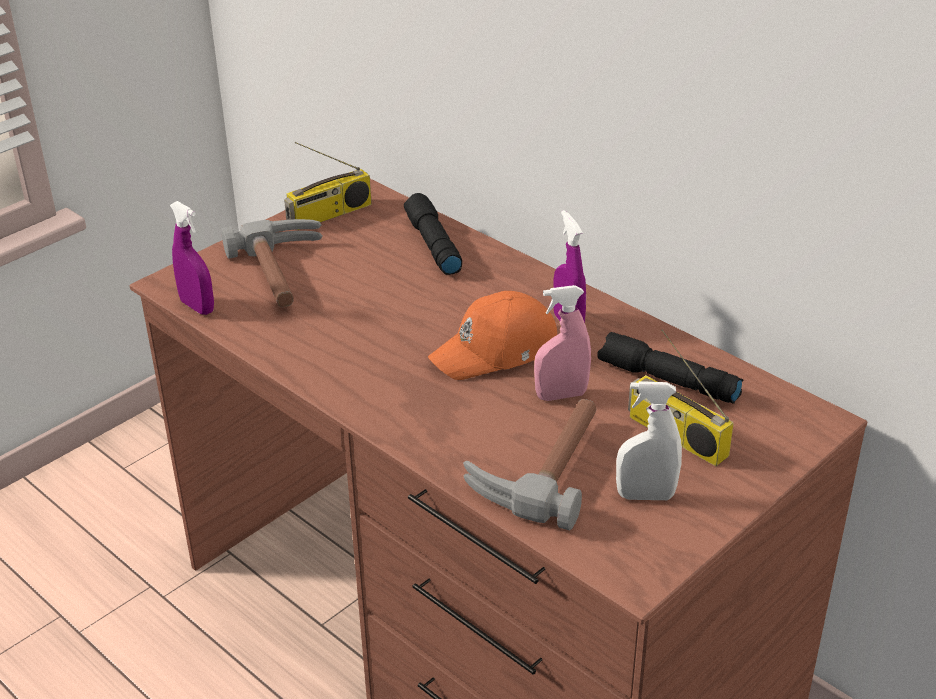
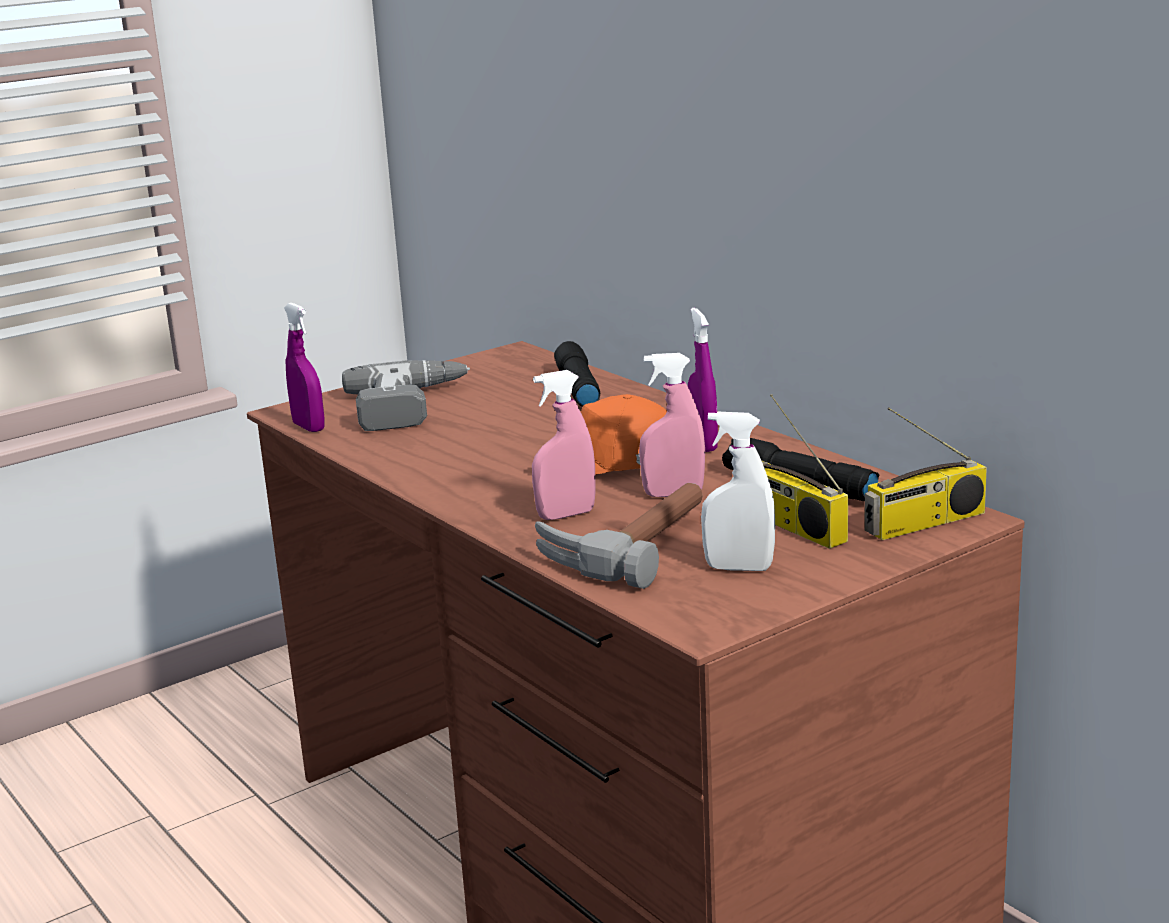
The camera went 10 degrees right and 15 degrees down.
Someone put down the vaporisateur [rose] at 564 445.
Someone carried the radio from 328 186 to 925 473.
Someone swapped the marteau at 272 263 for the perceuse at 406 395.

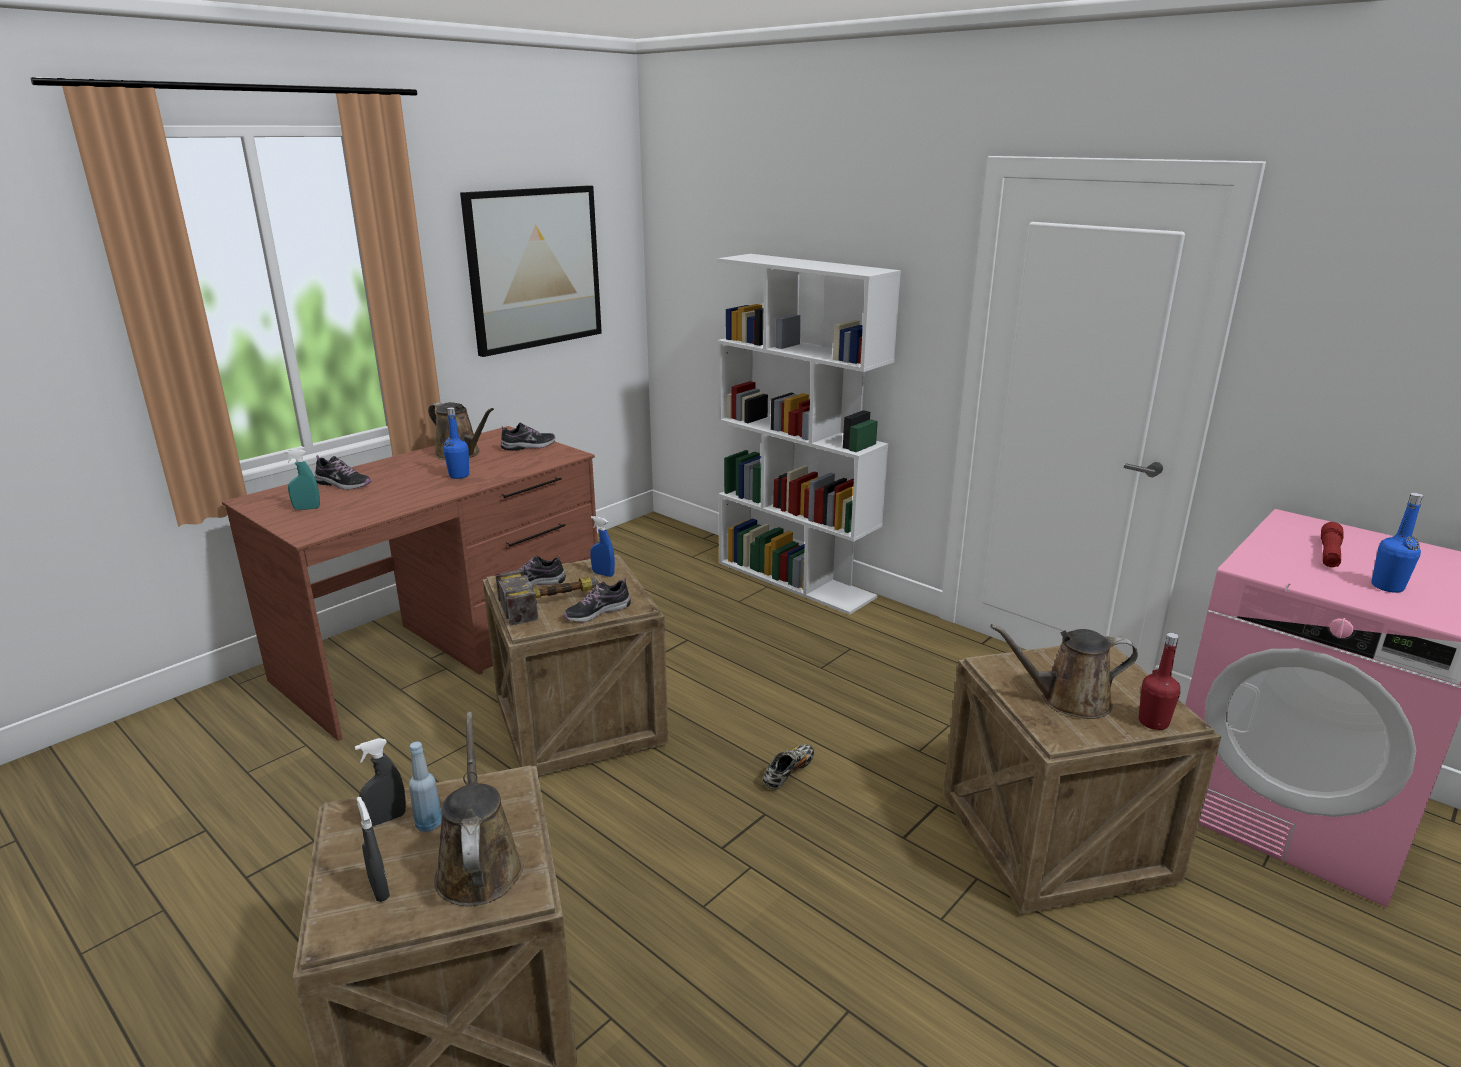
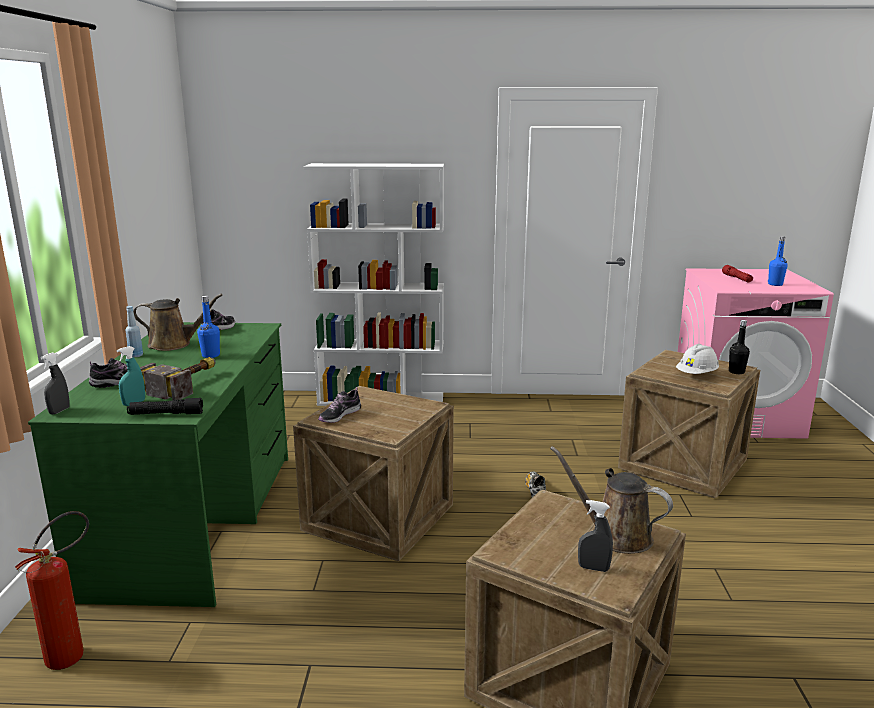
The camera went 40 degrees left and 5 degrees down.
Someone took away the tableau at 531 271.
Someone took away the chaussure at 597 600.
Someone took away the vaporisateur [bleu] at 602 546.
Someone put down the extincteur at 52 590.
Someone put down the lampe de poche [noir] at 165 406.
Someone carried the vaporisateur [gris] from 380 782 to 55 383.
Someone carried the bouteille [bleu] from 425 787 to 134 331.
Someone carried the marteau from 546 597 to 178 378.
Someone swapped the arrosoir [marron] at 1064 671 for the casque de chantier [blanc] at 697 359.
Someone repainted the bureau [marron] at 410 583, which became the bureau [vert] at 158 464.
Someone repainted the bouteille [rouge] at 1159 681, which became the bouteille [noir] at 739 347.

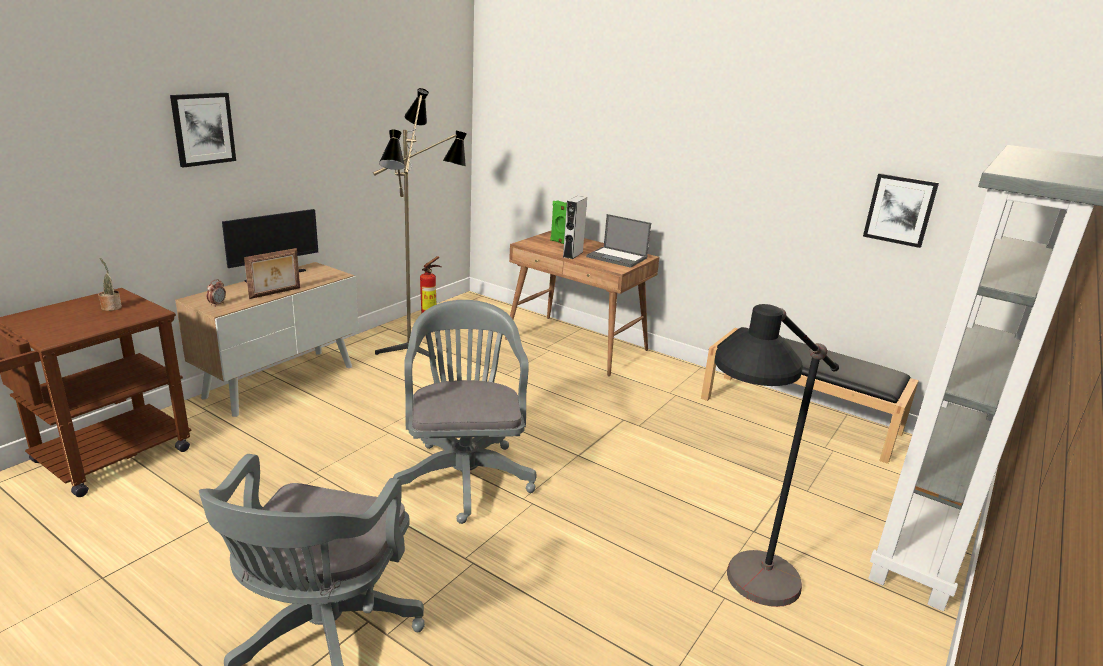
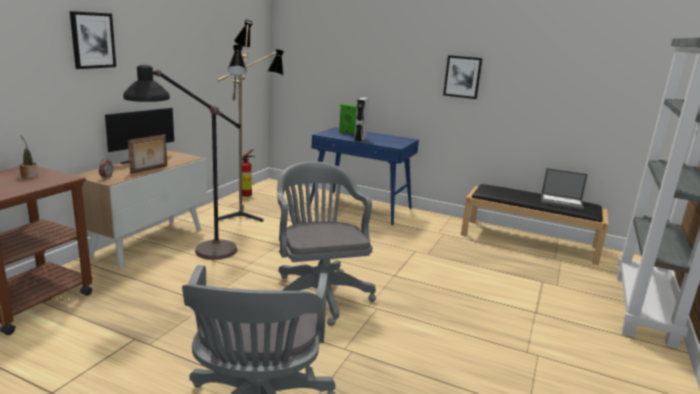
The camera went 10 degrees left and 5 degrees down.
Someone carried the ordinateur portable from 618 241 to 564 189.
Someone carried the lampadaire [noir] from 777 455 to 182 162.
Someone carried the tableau from 901 210 to 463 77.
Someone repainted the bureau [marron] at 582 303, which became the bureau [bleu] at 364 176.

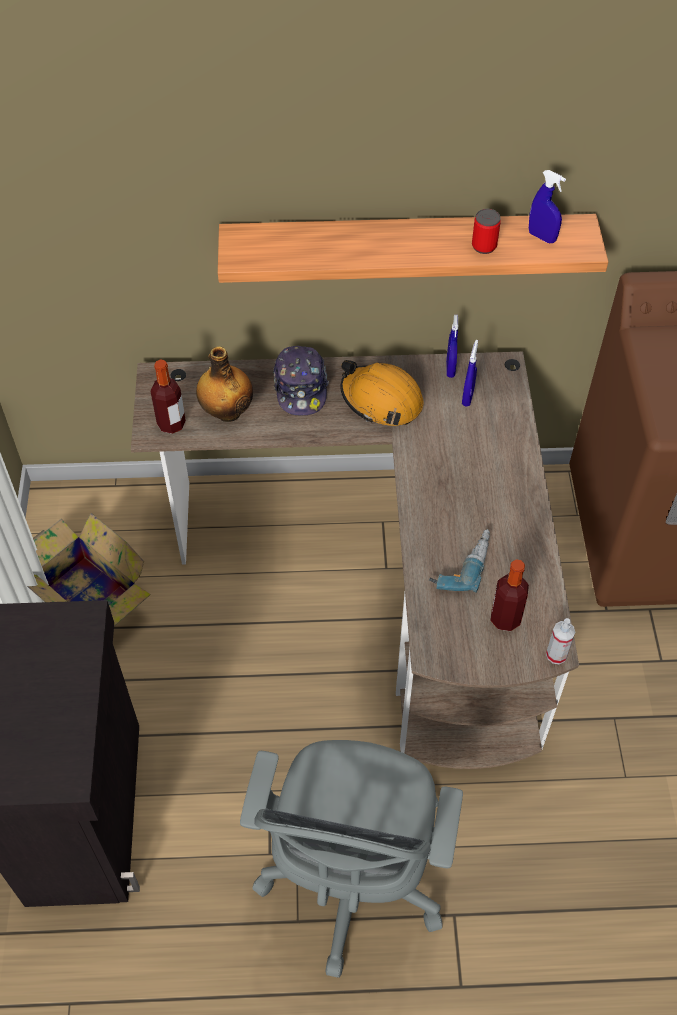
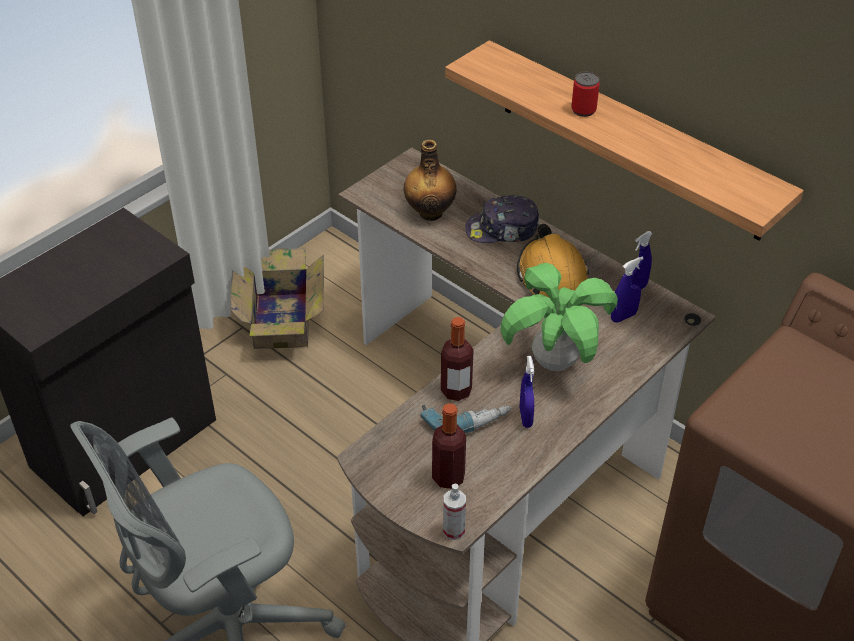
The camera went 45 degrees right and 10 degrees down.
Someone put down the plante en pot at 559 317.
Someone carried the bouteille from 168 396 to 457 359.
Someone carried the boîte métallique from 486 231 to 585 94.
Someone carried the vaporisateur [bleu] from 547 206 to 526 392.
Someone rotated the casquette at 301 380 by 45 degrees clockwise.

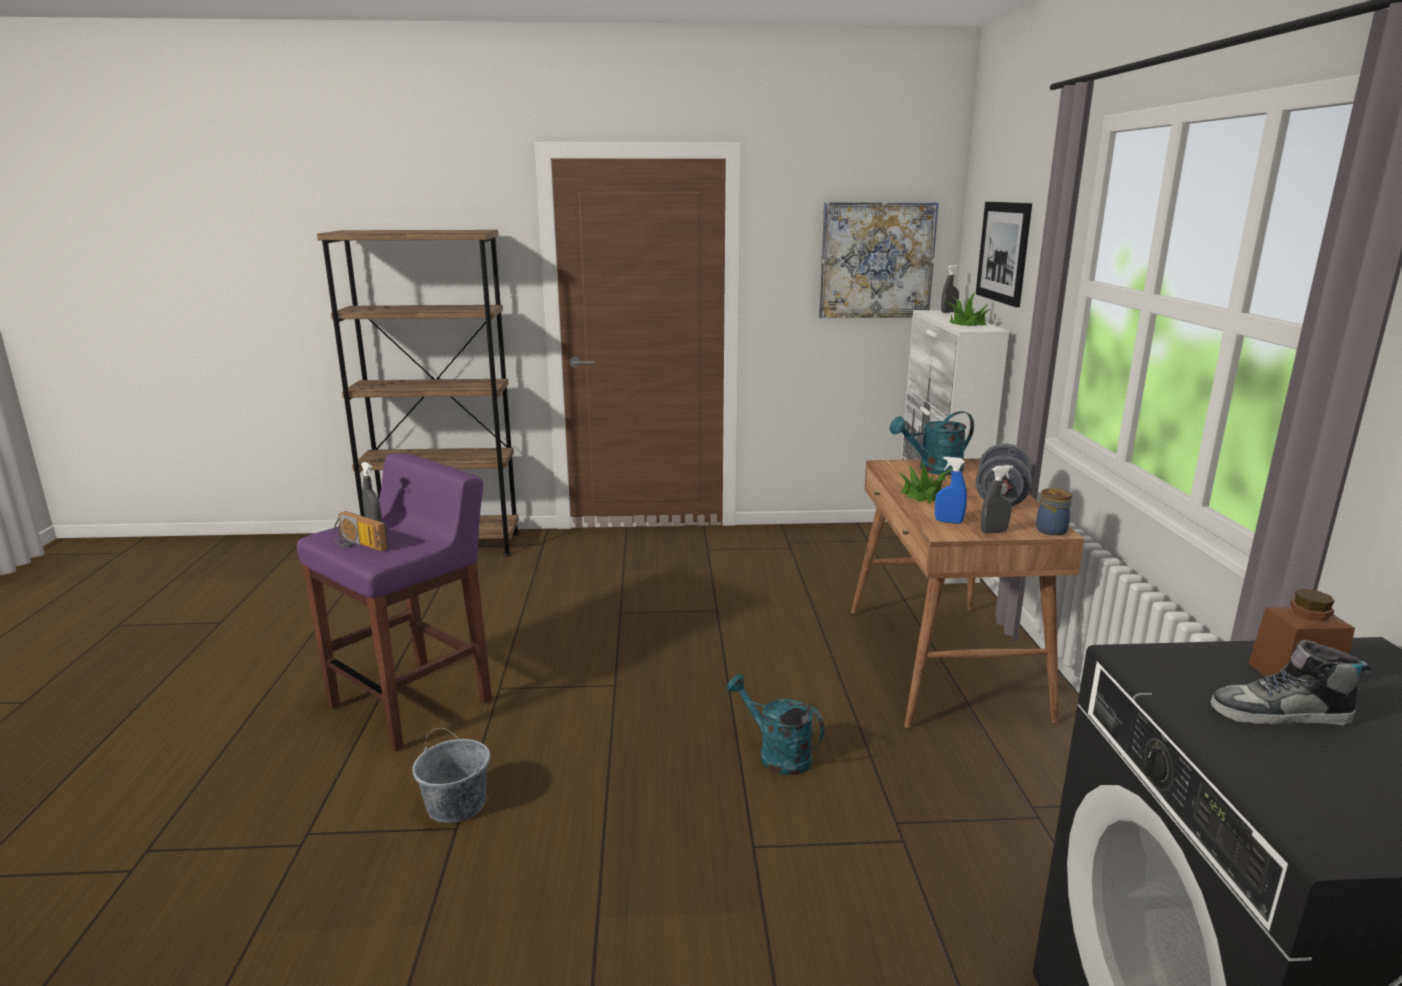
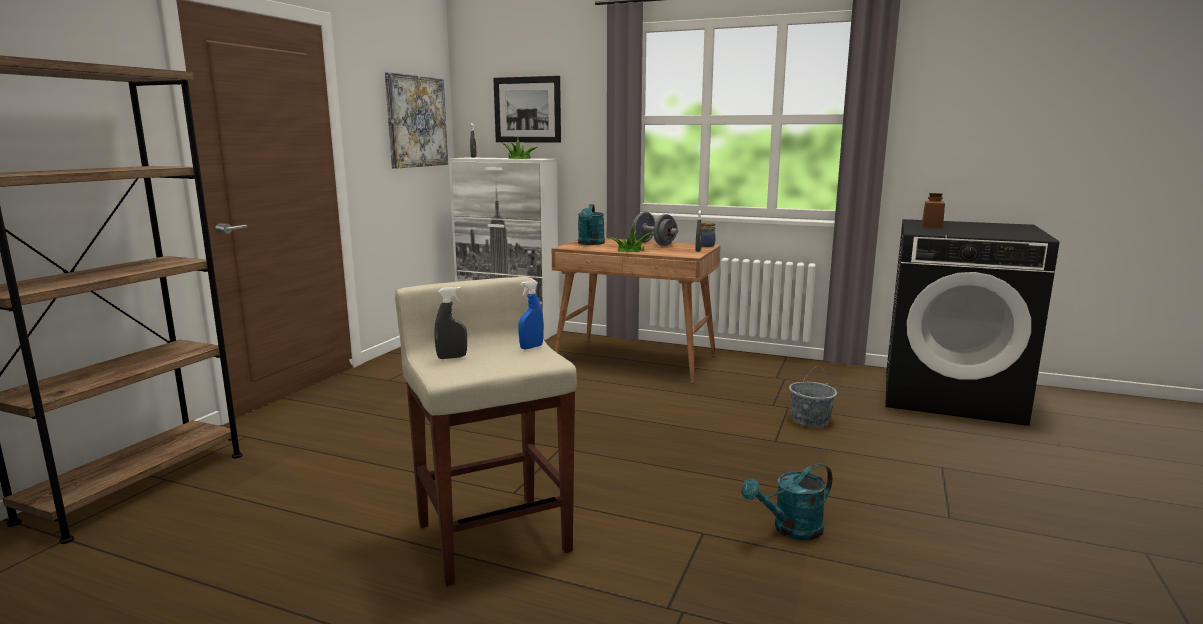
The camera went 65 degrees left and 5 degrees down.
Someone took away the radio at 361 531.
Someone took away the chaussure at 1290 683.
Someone carried the seau [gris] from 451 775 to 813 396.
Someone carried the arrosoir [turquoise] from 776 724 to 786 502.
Someone carried the vaporisateur [bleu] from 951 490 to 531 315.
Someone repainted the tabouret [violet] at 394 602, which became the tabouret [beige] at 486 431.

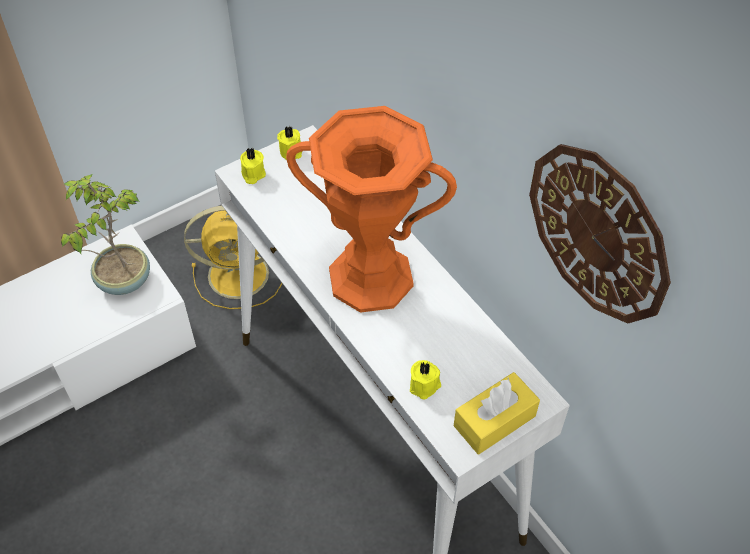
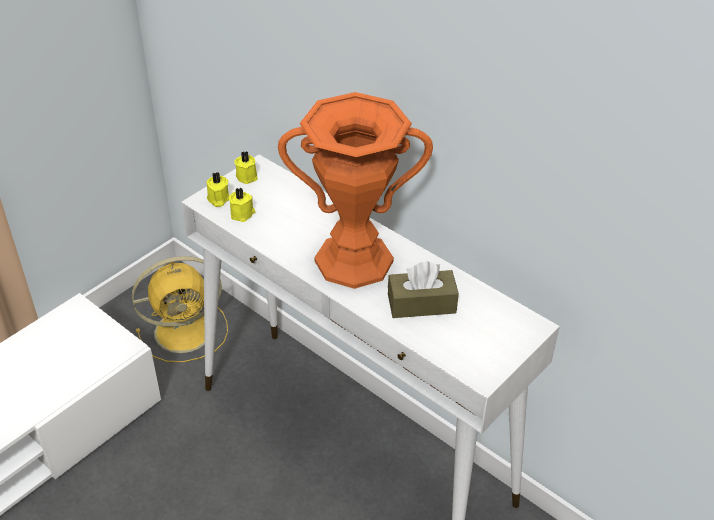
The camera went 15 degrees left and 10 degrees down.
Someone took away the plante en pot at 105 234.
Someone took away the boîte à mouchoirs [jaune] at 497 413.
Someone took away the horloge murale at 600 233.
Someone put down the boîte à mouchoirs [marron] at 423 289.
Someone carried the bougie [jaune] from 425 379 to 242 205.

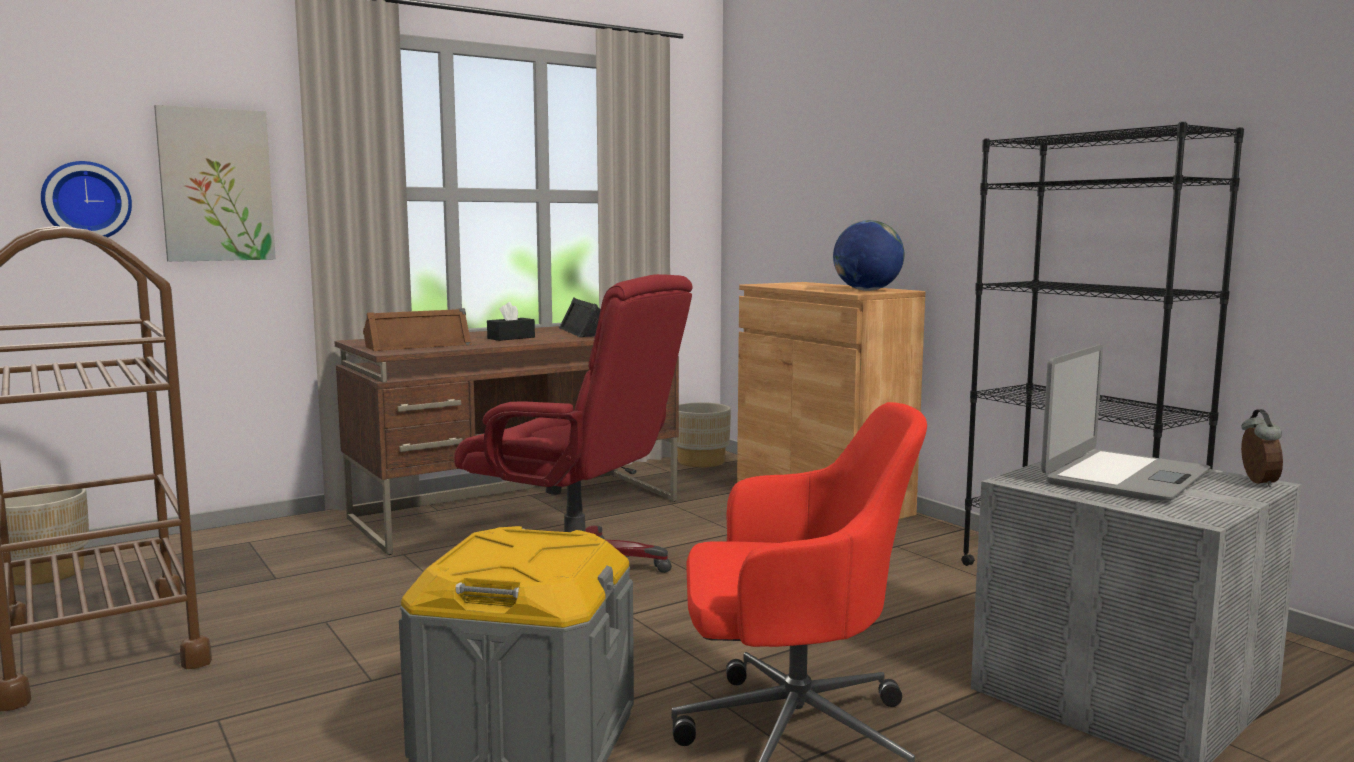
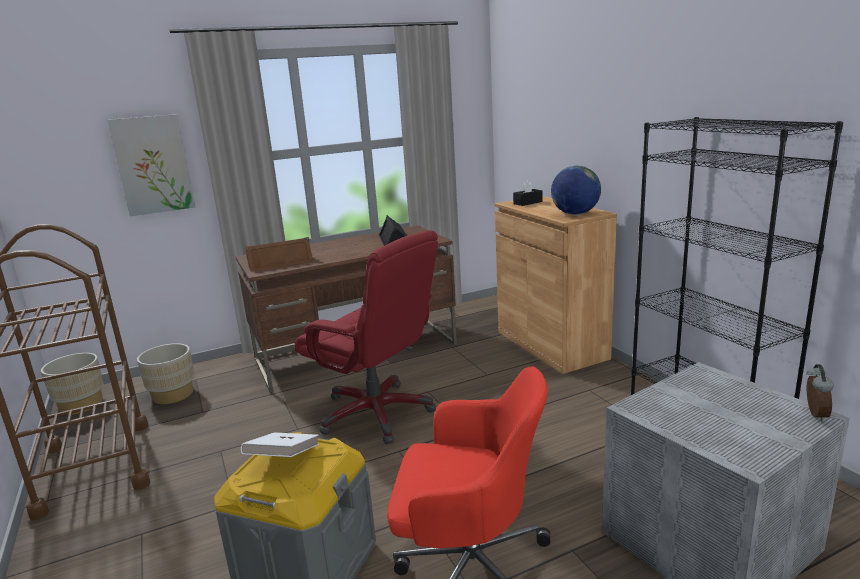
The camera went 10 degrees right and 10 degrees up.
Someone took away the horloge murale at 86 199.
Someone took away the ordinateur portable at 1126 422.
Someone put down the livre [blanc] at 279 444.
Someone carried the boîte à mouchoirs [noir] from 511 321 to 527 193.
Someone carried the cache-pot [beige] from 704 434 to 165 373.

